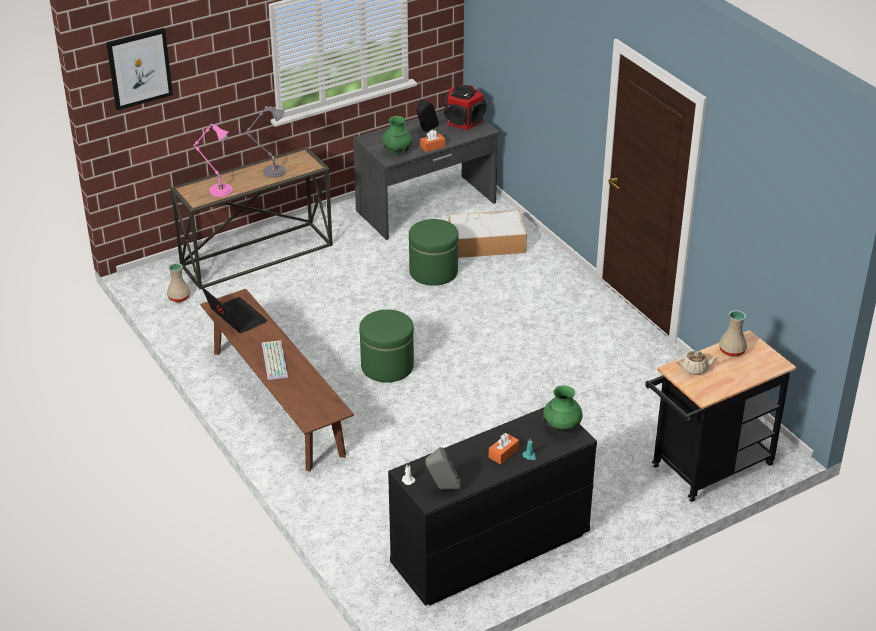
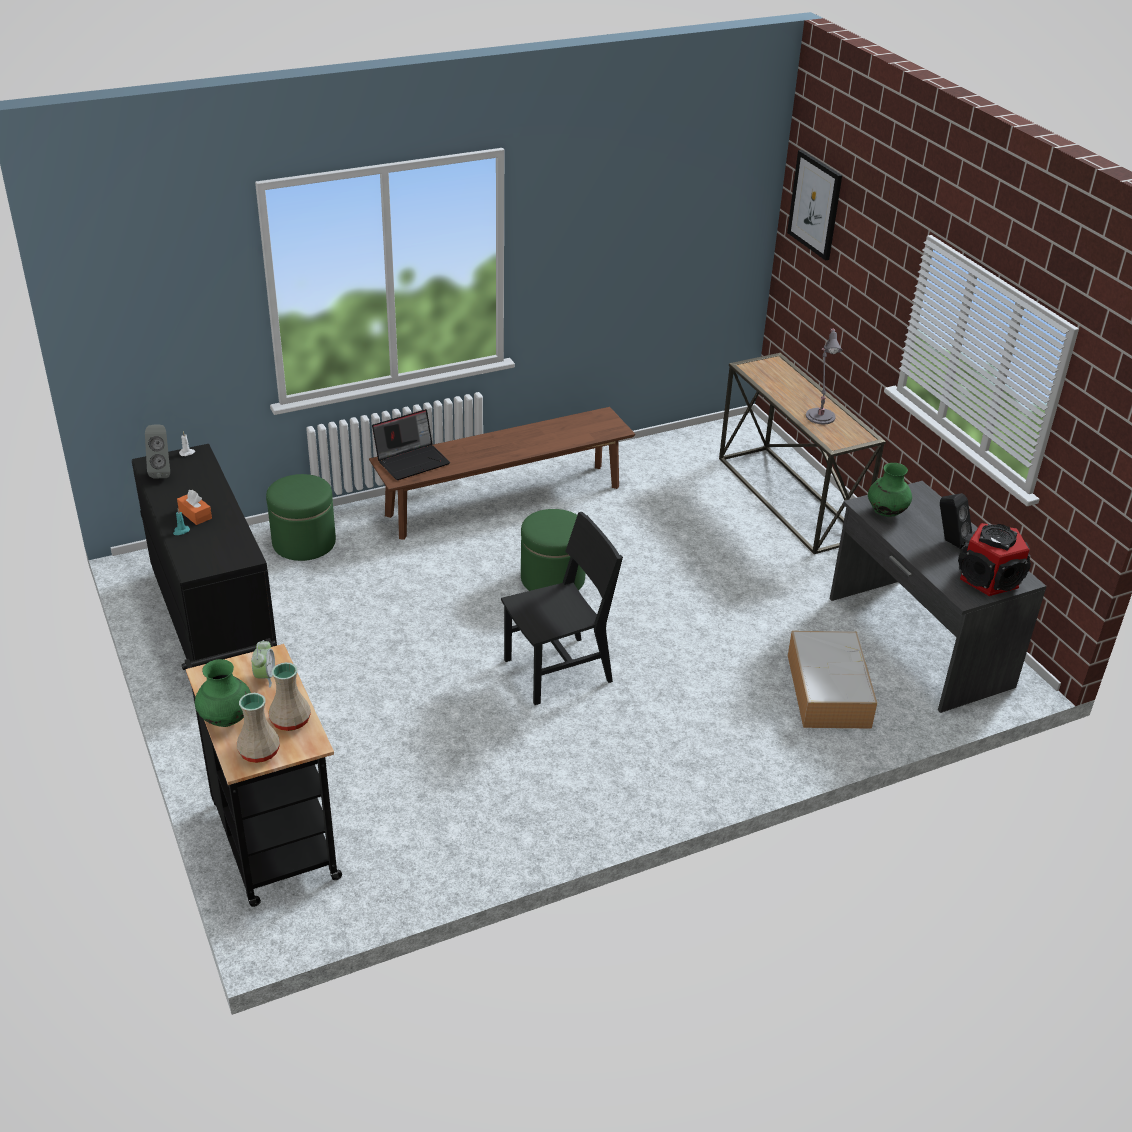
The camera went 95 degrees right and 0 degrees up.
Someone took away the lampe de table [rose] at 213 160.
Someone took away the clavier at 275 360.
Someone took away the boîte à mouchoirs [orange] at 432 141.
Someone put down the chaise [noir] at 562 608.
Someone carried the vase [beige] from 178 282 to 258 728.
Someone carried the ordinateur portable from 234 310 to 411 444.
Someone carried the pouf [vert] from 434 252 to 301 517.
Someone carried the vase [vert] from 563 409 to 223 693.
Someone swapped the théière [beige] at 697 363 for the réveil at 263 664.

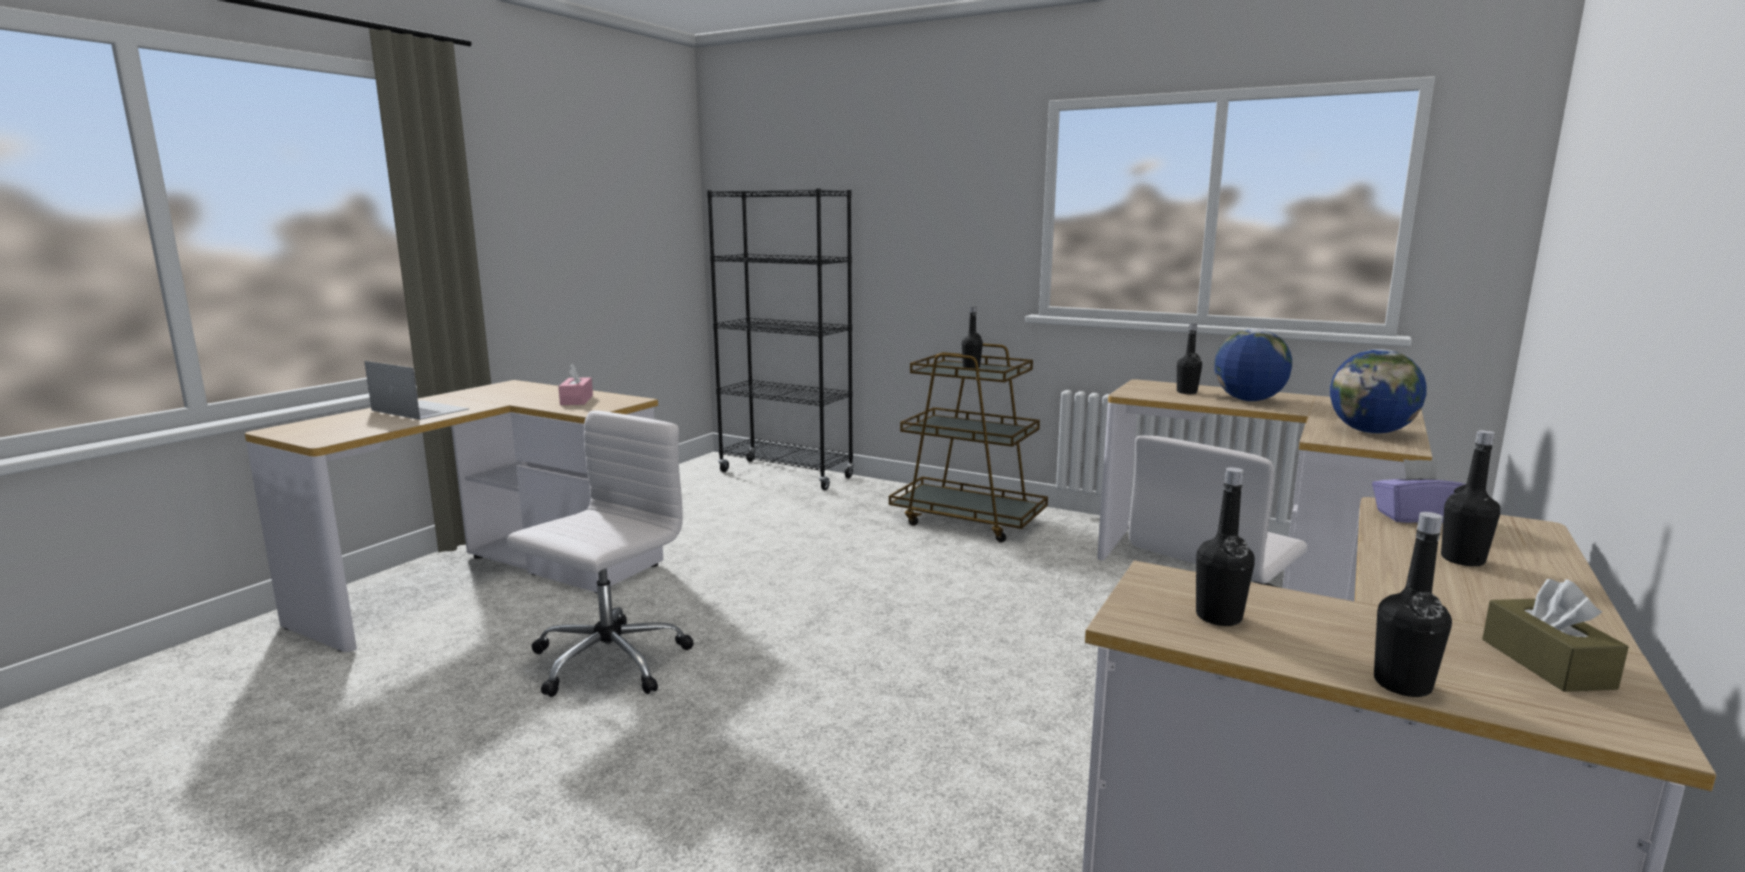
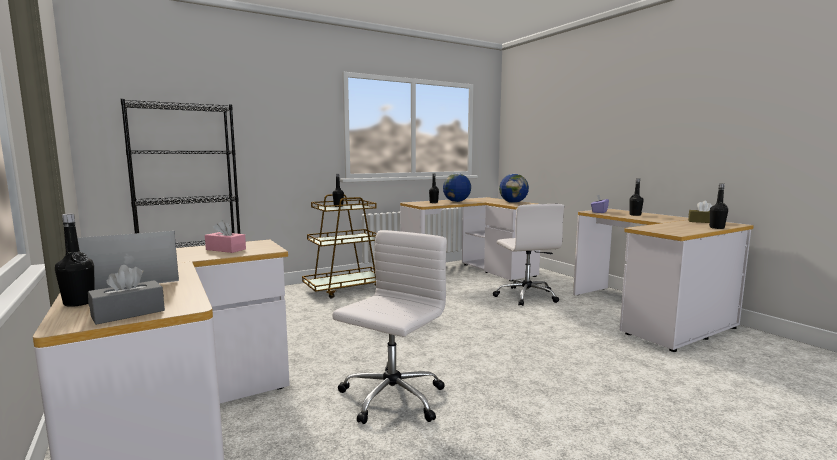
The camera went 60 degrees left and 5 degrees down.
Someone put down the boîte à mouchoirs [gris] at 126 295.
Someone carried the bouteille [noir] from 1225 546 to 75 260.
Someone rotated the chaise de bureau [blanc] at 600 553 by 60 degrees clockwise.

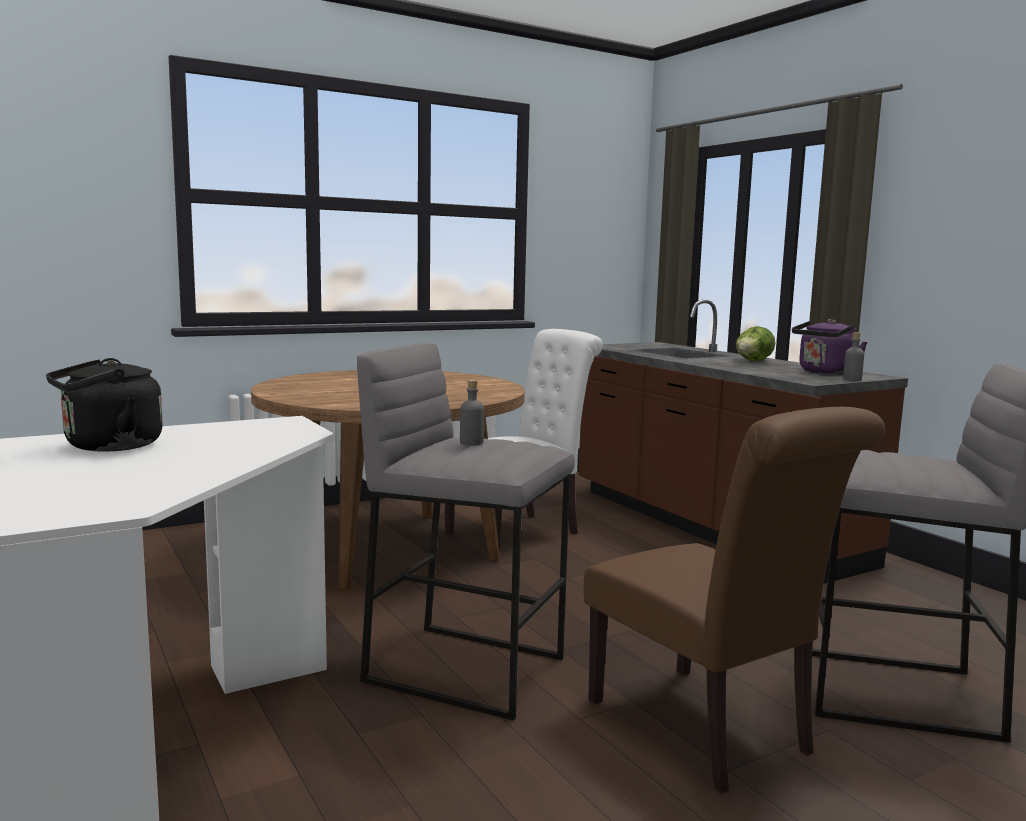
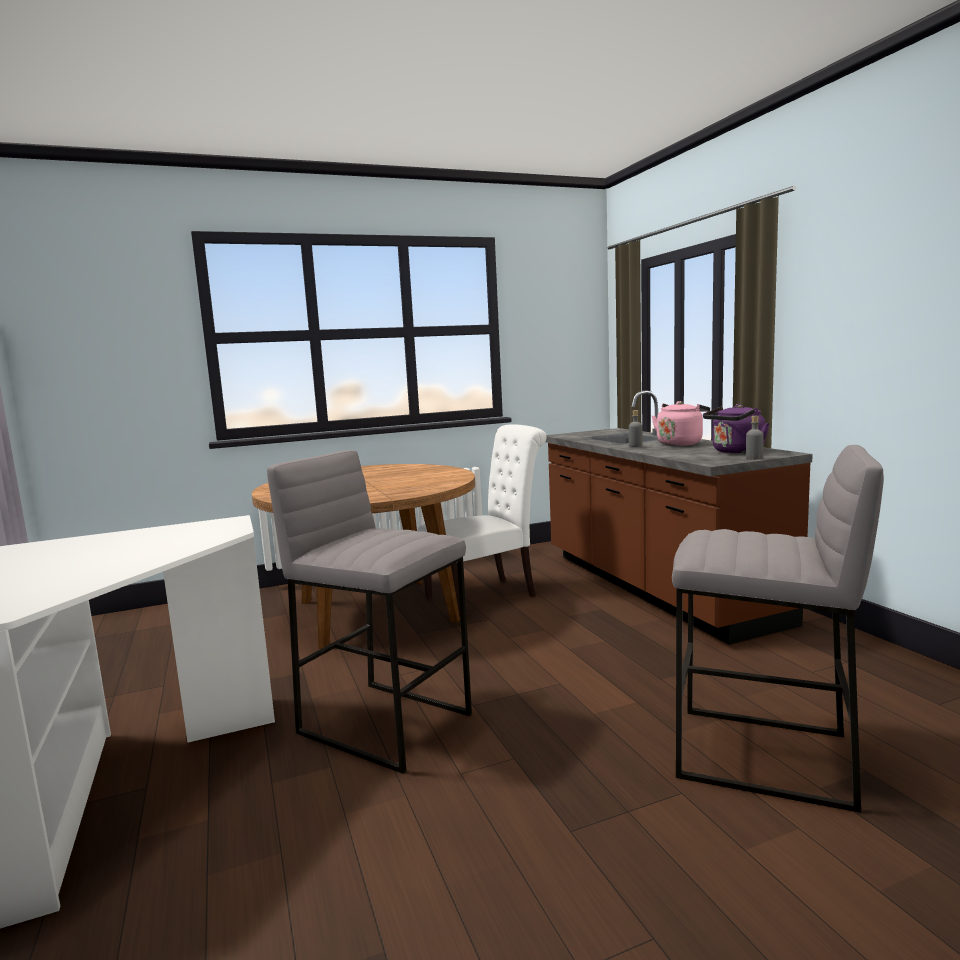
The camera went 10 degrees right and 0 degrees up.
Someone took away the bouilloire [noir] at 104 405.
Someone took away the chaise [marron] at 734 600.
Someone carried the bouteille [gris] from 472 413 to 636 428.
Someone swapped the laitue at 755 343 for the bouilloire [rose] at 681 423.

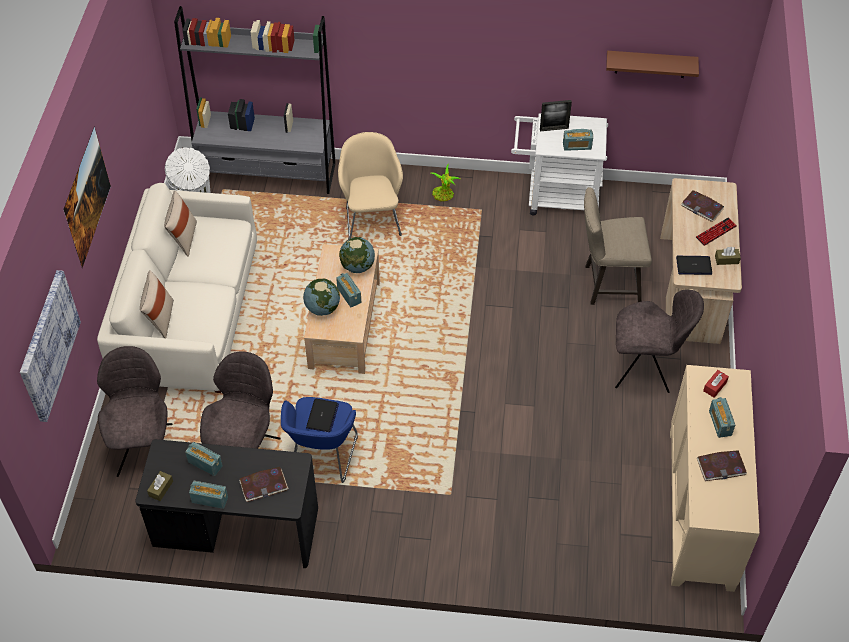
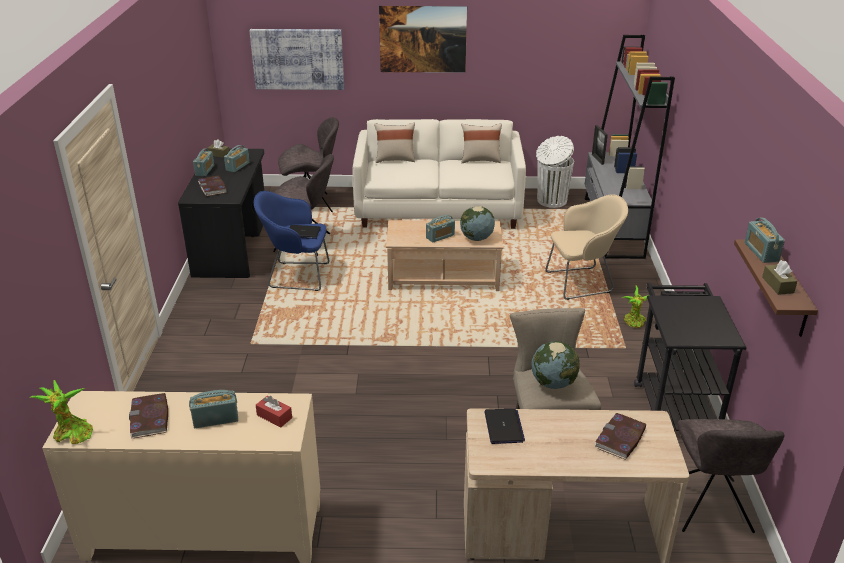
The camera went 85 degrees right and 20 degrees down.
Someone took away the clavier at 716 232.
Someone put down the plante en pot at 61 412.
Someone carried the globe from 321 297 to 555 365.
Someone carried the cadre photo from 556 115 to 600 145.
Someone carried the radio from 578 140 to 764 240.
Someone carried the chaise [gris] from 659 341 to 731 476.
Someone carried the boîte à mouchoirs [marron] from 728 256 to 779 277.
Someone repainted the chariot [blanc] at 559 164, which became the chariot [noir] at 690 357.

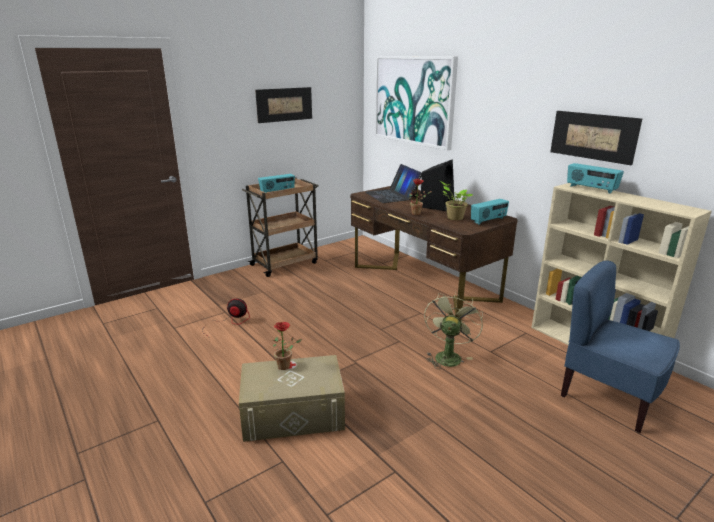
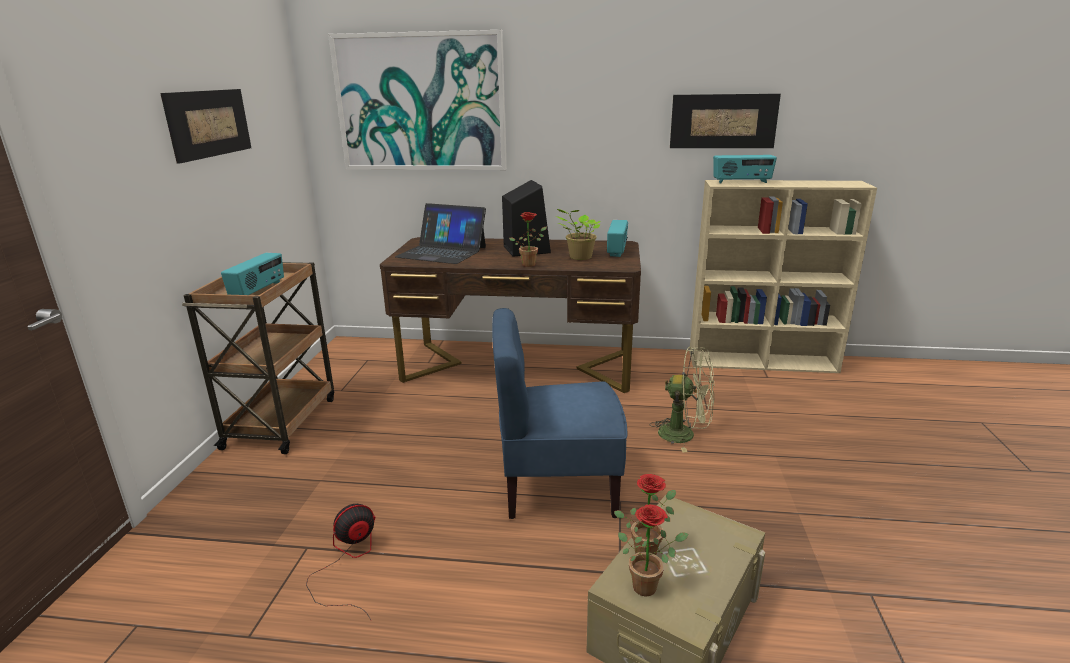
The camera went 45 degrees left and 0 degrees up.
Someone put down the plante en pot at 653 550.
Someone carried the chaise [bleu] from 620 346 to 559 413.
Someone rotated the ventilateur [vert] at 453 330 by 135 degrees clockwise.

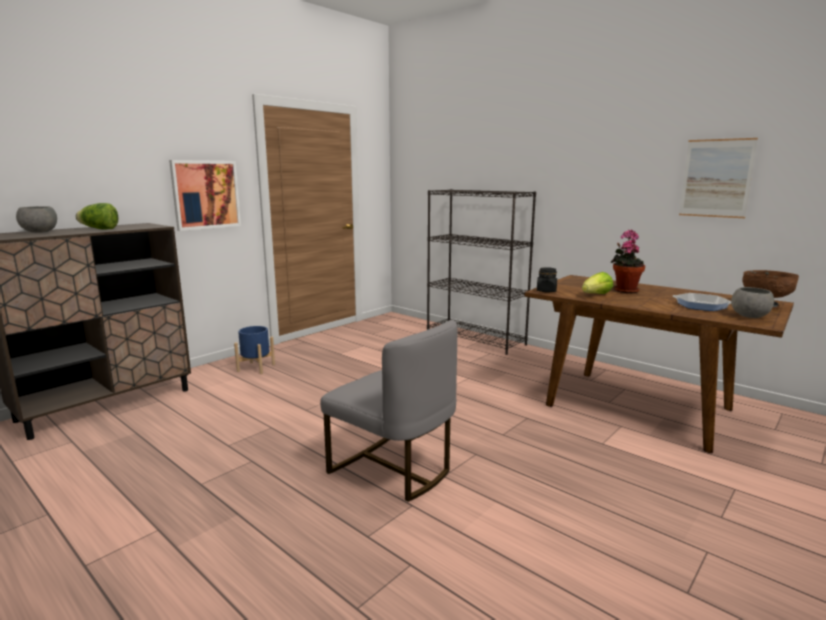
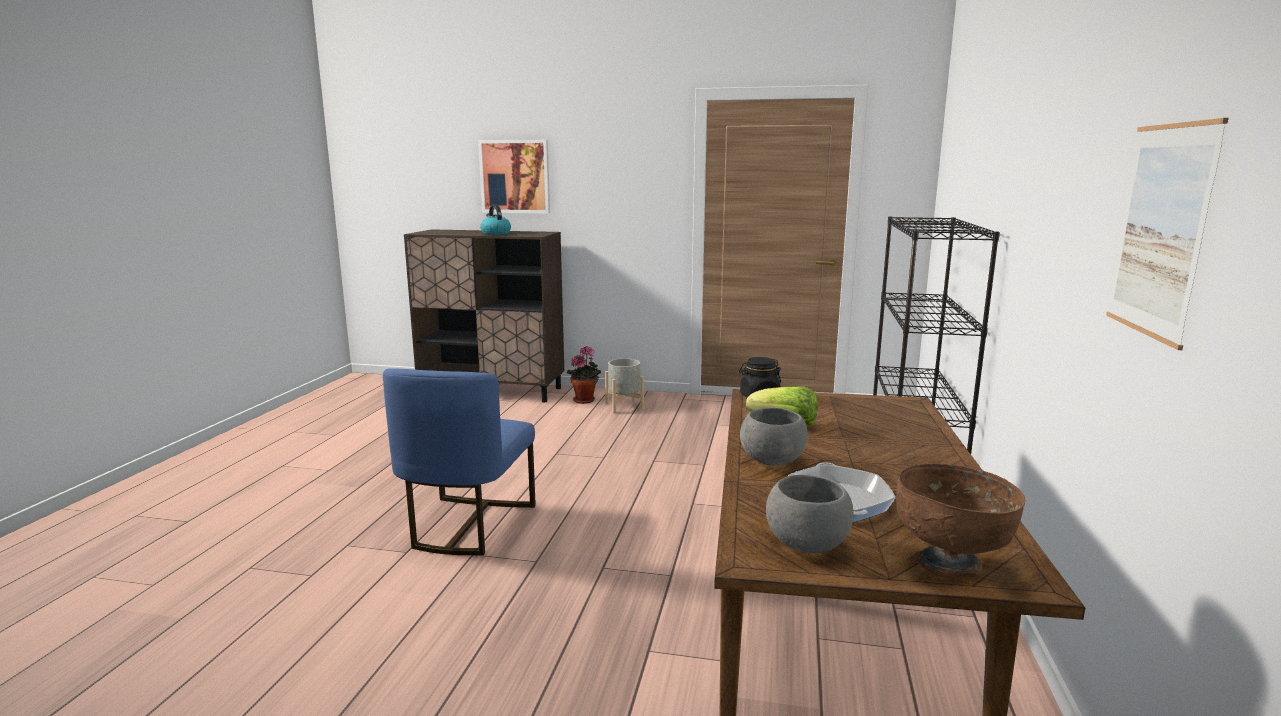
The camera went 60 degrees right and 0 degrees up.
Someone carried the bol [gris] from 36 219 to 774 437.
Someone carried the tableau from 205 195 to 514 177.
Someone carried the plante en pot from 628 261 to 584 375.
Someone swapped the laitue at 97 216 for the bouilloire at 495 219.
Someone repainted the cache-pot [bleu] at 254 350, which became the cache-pot [gris] at 624 385.
Someone repainted the chaise [gris] at 389 411, which became the chaise [bleu] at 459 461.

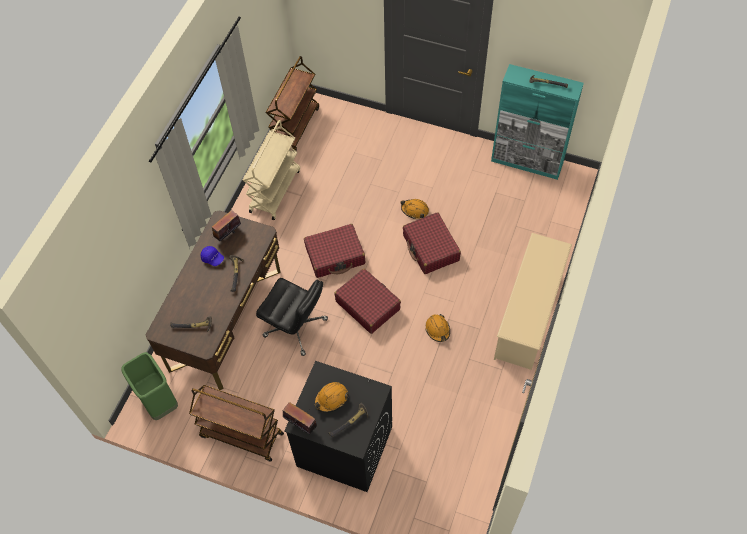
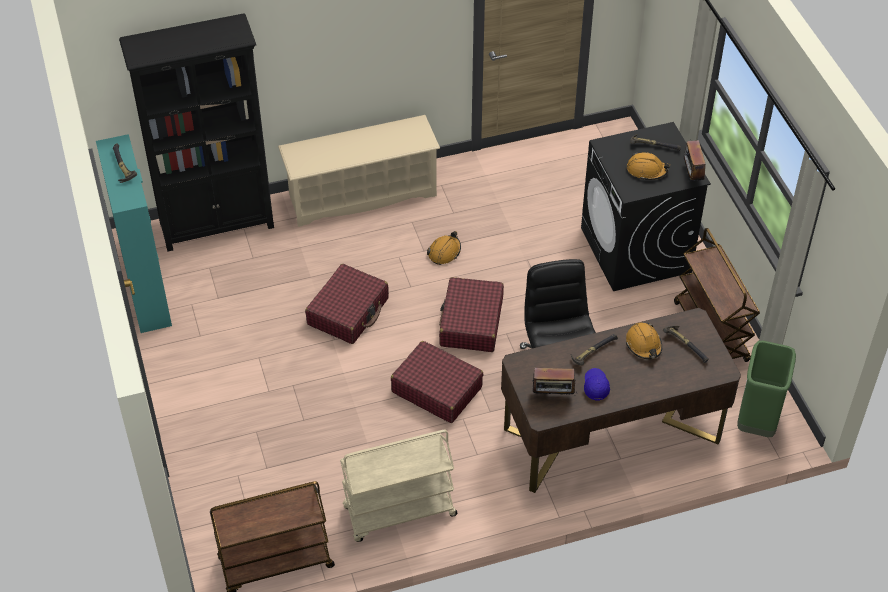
The camera went 130 degrees left and 10 degrees down.
Someone put down the bibliothèque [noir] at 196 132.
Someone carried the casque de chantier [orange] from 414 209 to 644 340.

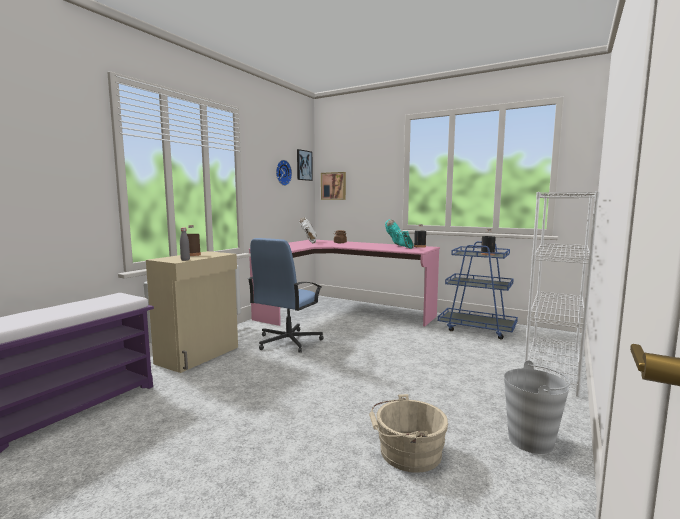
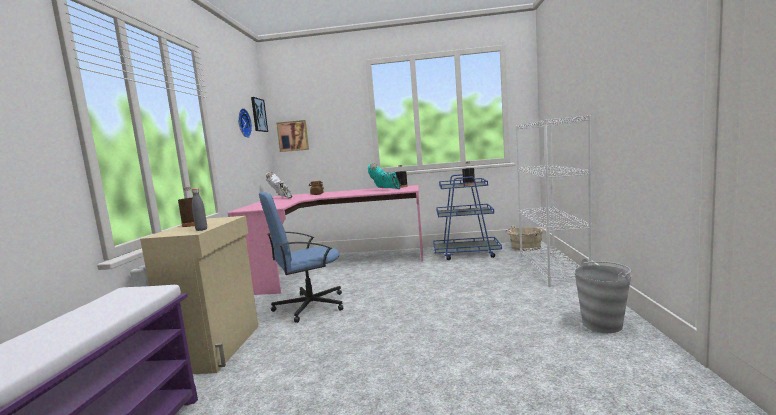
The camera went 25 degrees left and 0 degrees up.
Someone carried the seau [beige] from 408 433 to 524 238.
Someone rotated the chaise de bureau [bleu] at 285 295 by 60 degrees clockwise.

